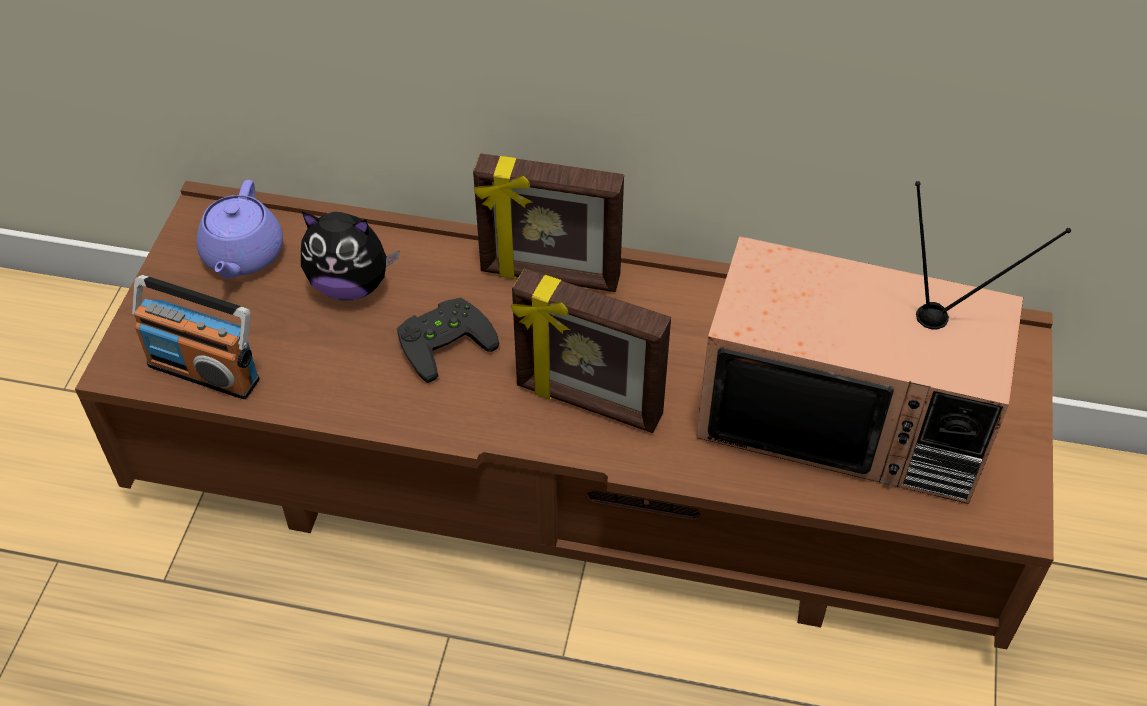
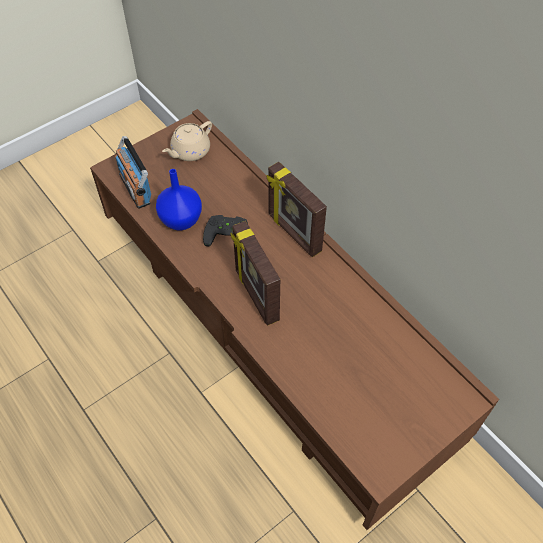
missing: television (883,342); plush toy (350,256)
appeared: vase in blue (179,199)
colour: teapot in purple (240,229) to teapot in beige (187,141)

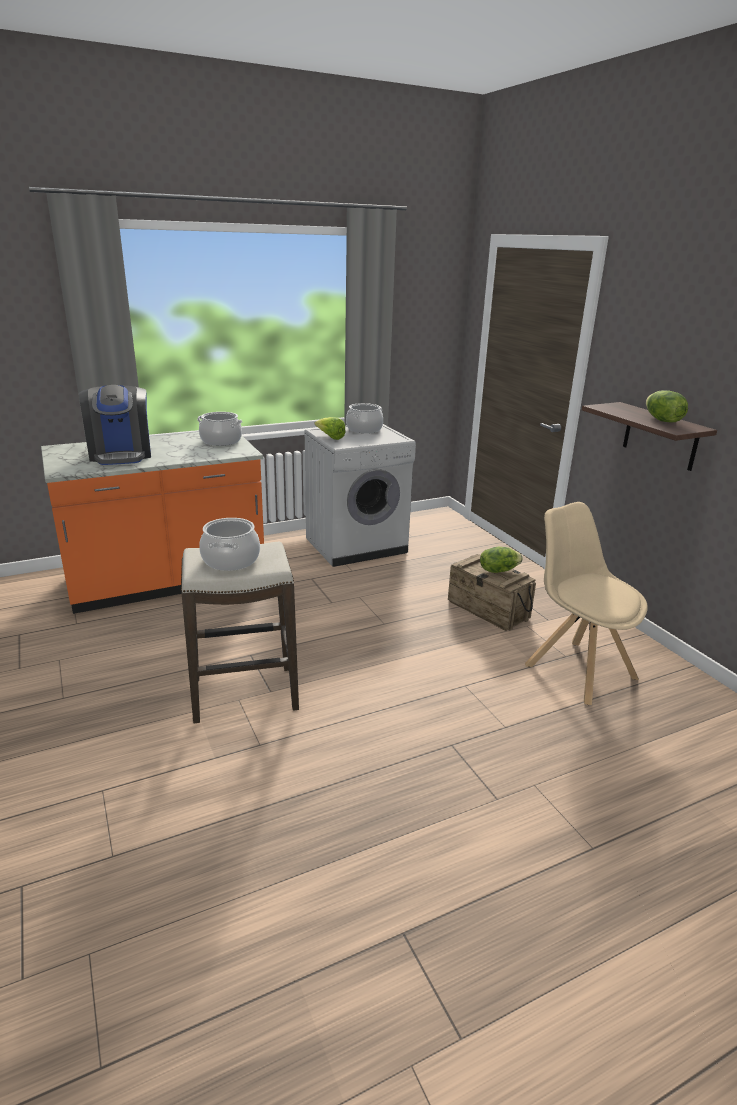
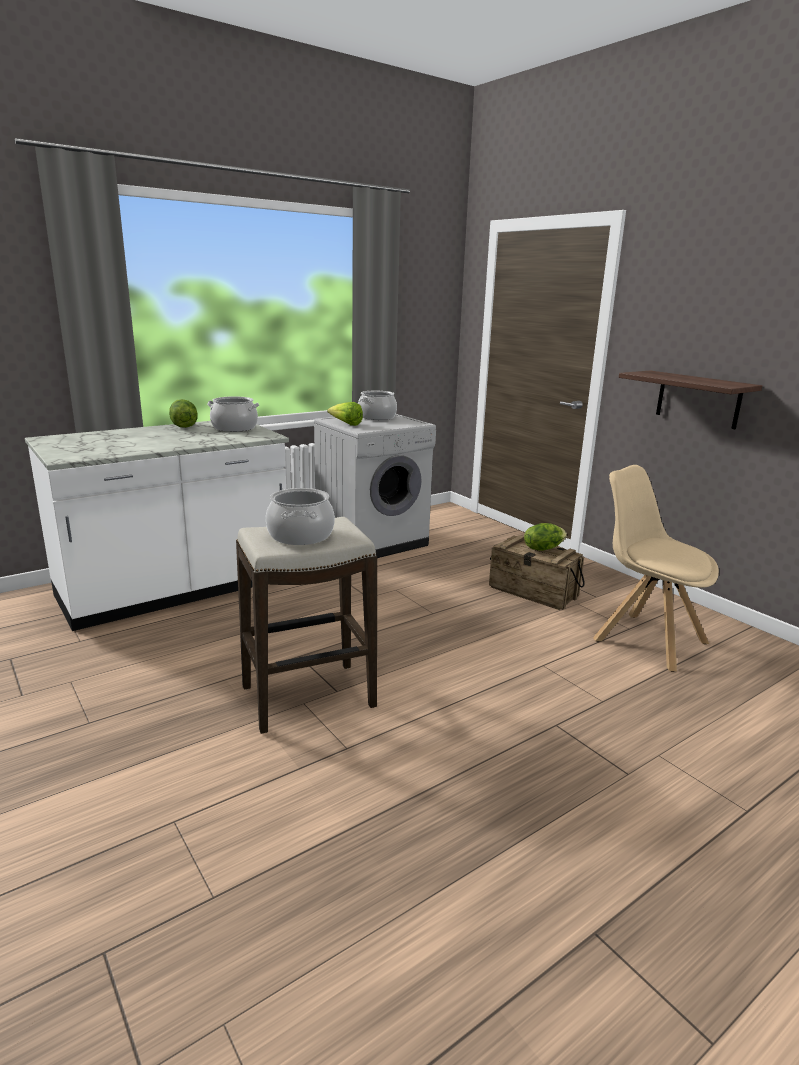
missing: coffee machine (115,425)
relocated: lettuce (667,406) to (183,413)
colour: counter in orange (152,523) to counter in white (157,526)

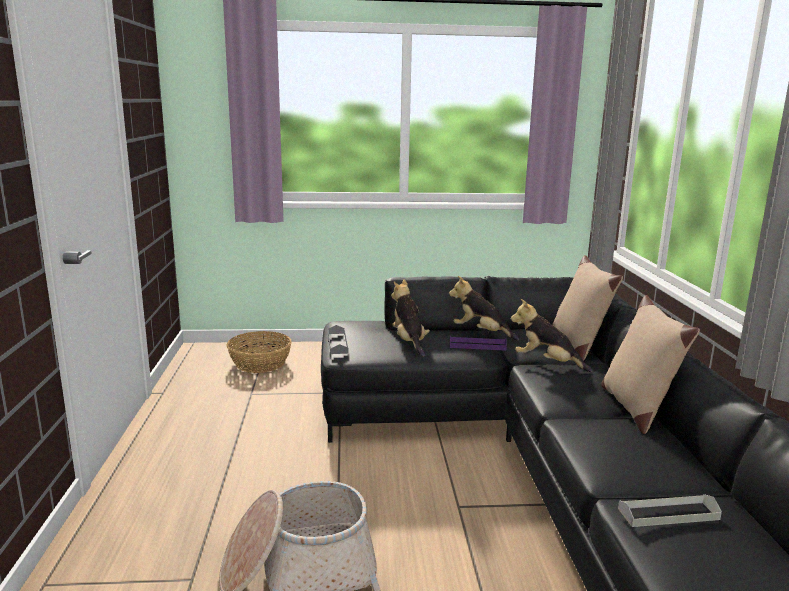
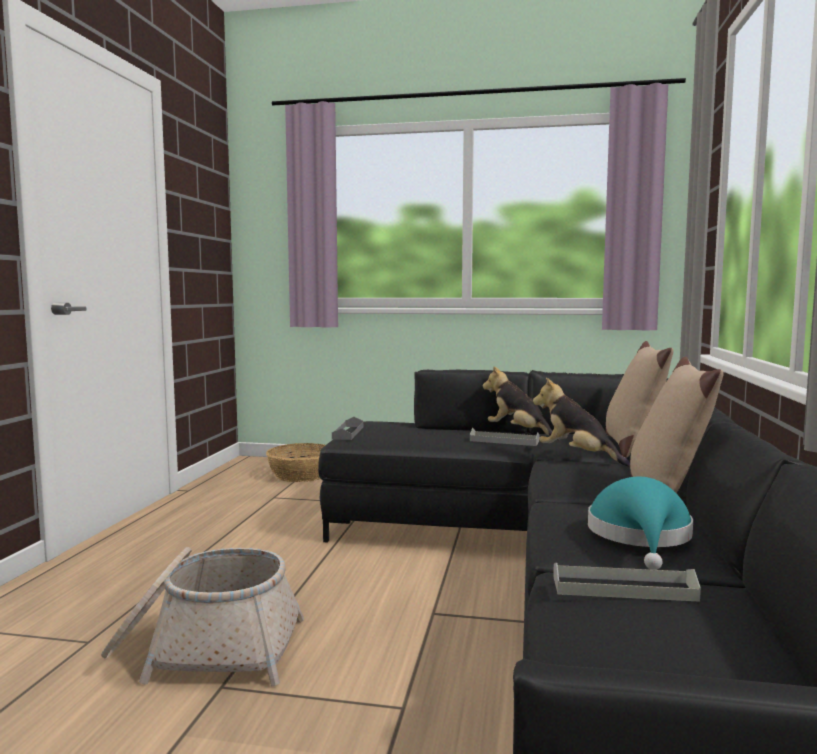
missing: plush toy (410,318)
appeared: hat in turquoise (640,523)
colour: tray in purple (478,343) to tray in grey (504,437)

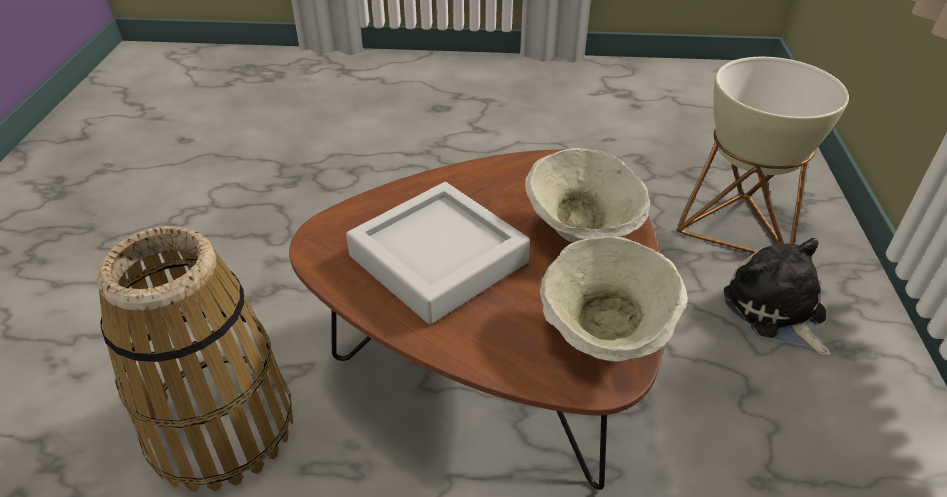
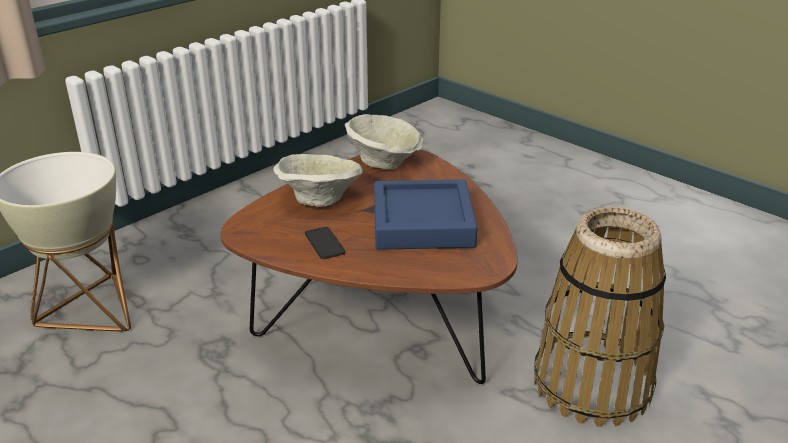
missing: plush toy (777,297)
appeared: phone (325,243)
colour: tray in grey (438,253) to tray in blue (425,214)

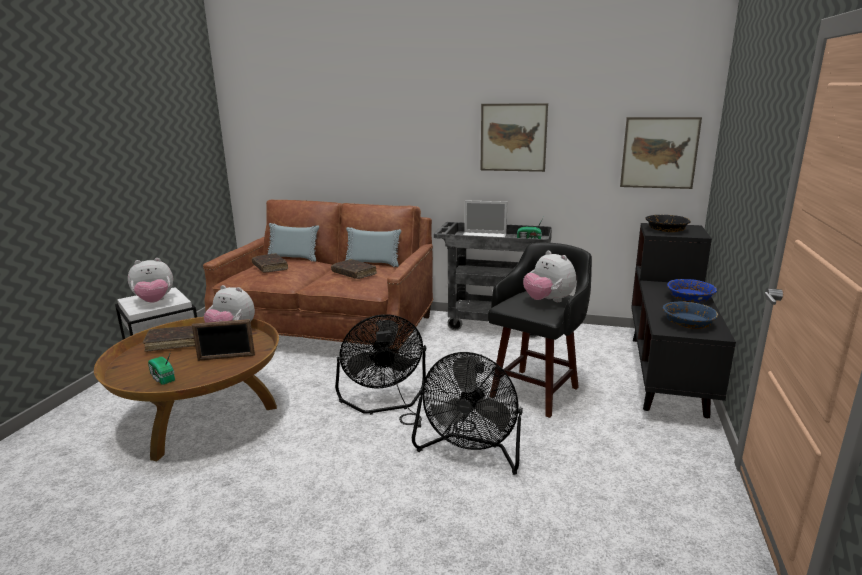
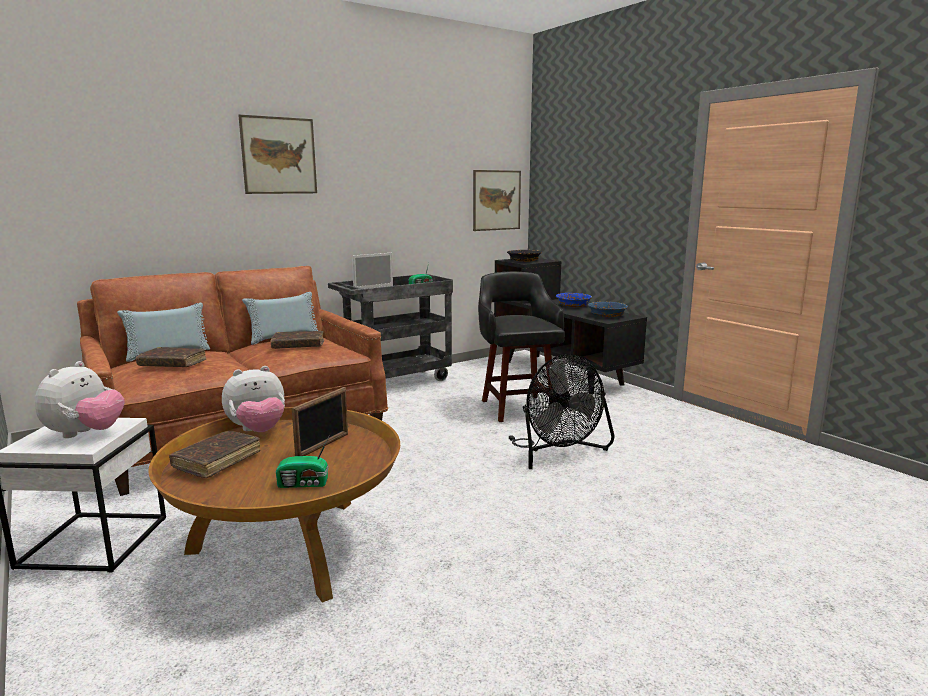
missing: plush toy (549,276); fan in black (380,371)
relocated: picture (514,137) to (277,154)

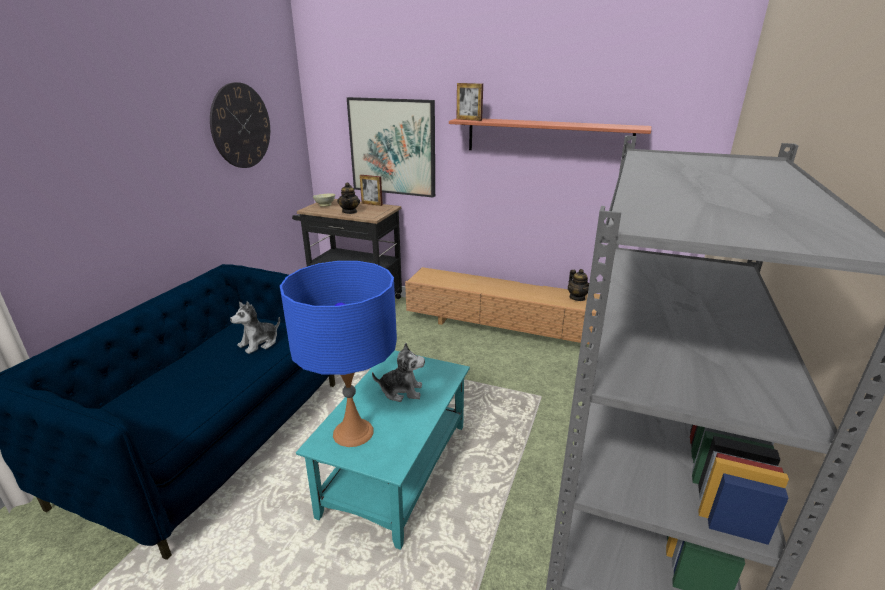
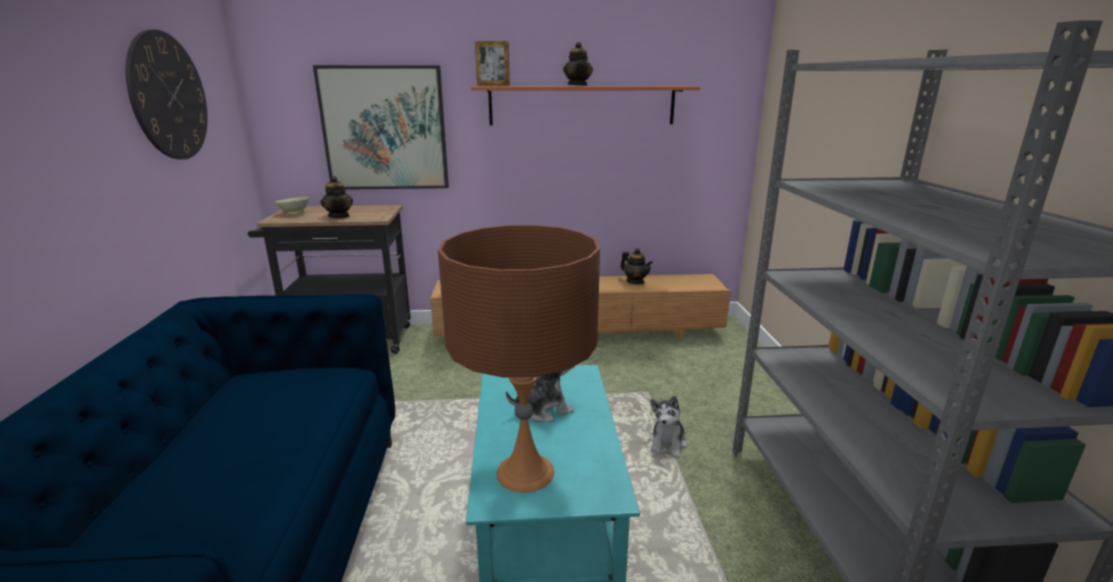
missing: picture frame (371,190)
appeared: teapot (578,64)
relocated: plush toy (255,328) to (668,427)
colour: table lamp in blue (338,354) to table lamp in brown (519,359)

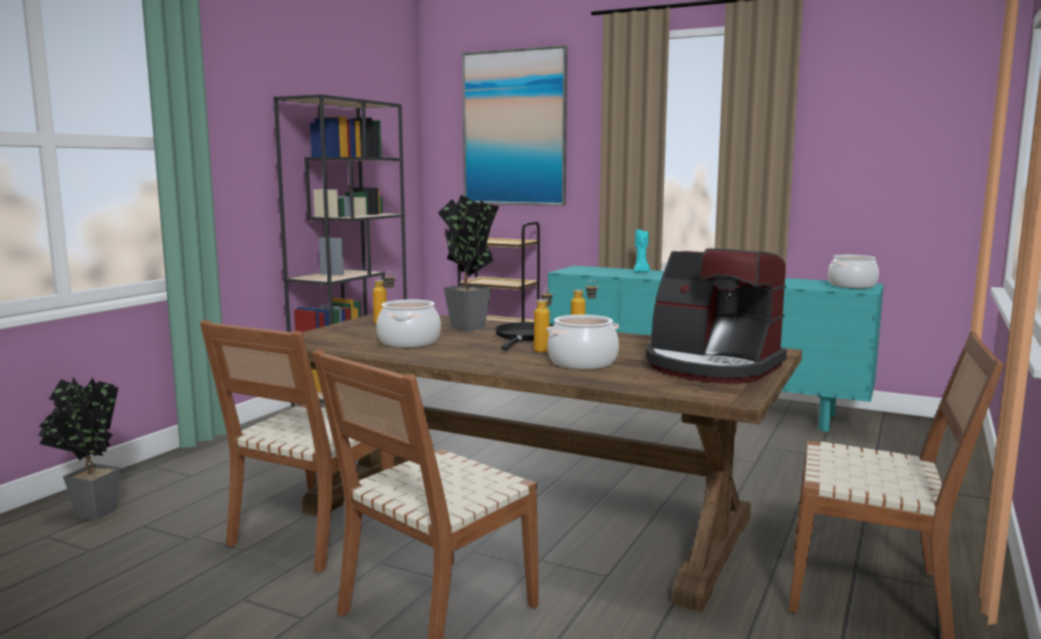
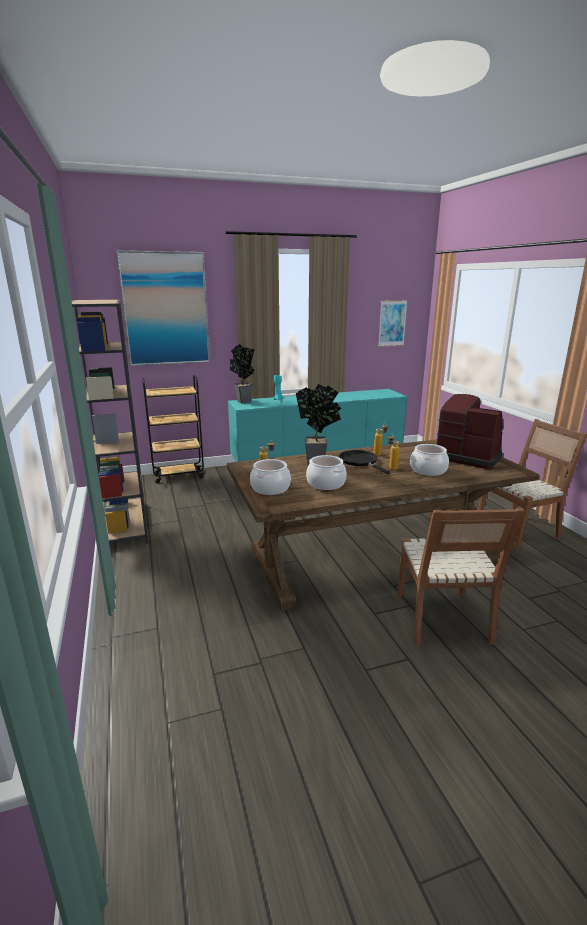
missing: chair (297,446)
appeared: picture (392,323)
relocated: cooking pot (853,271) to (270,477); potted plant (79,448) to (242,373)
spun: coffee machine (716,316) = (470,431) 135 degrees counterclockwise

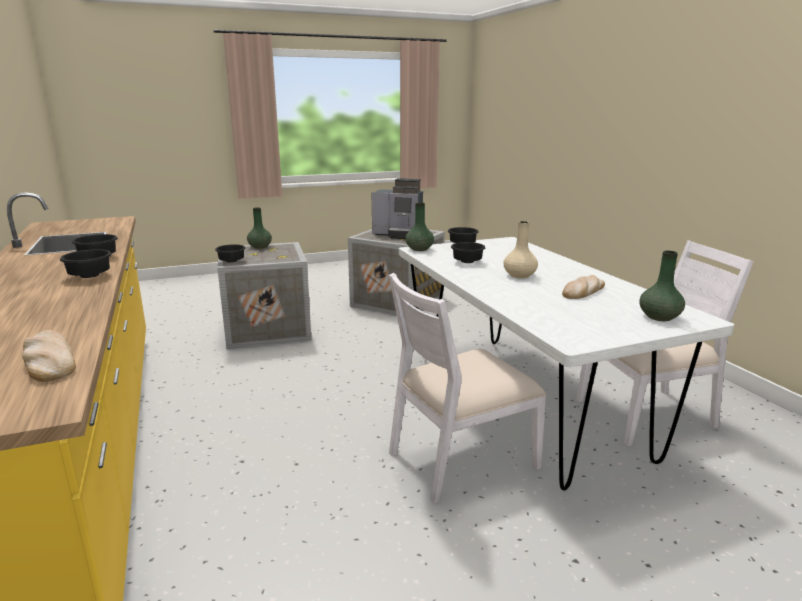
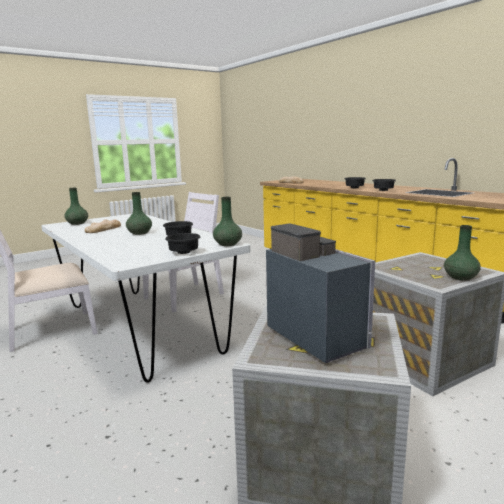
missing: bowl in black (230,253)
colour: vase in beige (520,250) to vase in green (139,213)
spun: coffee machine (397,208) = (320,293) 60 degrees clockwise

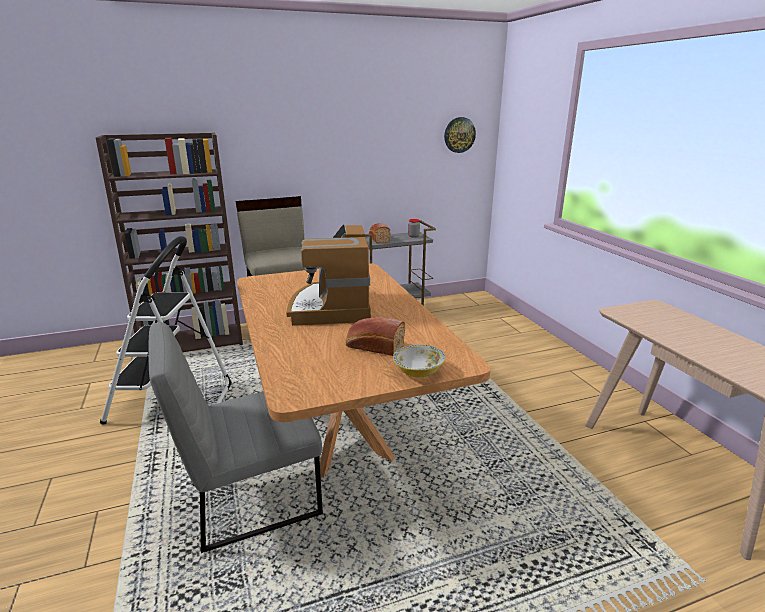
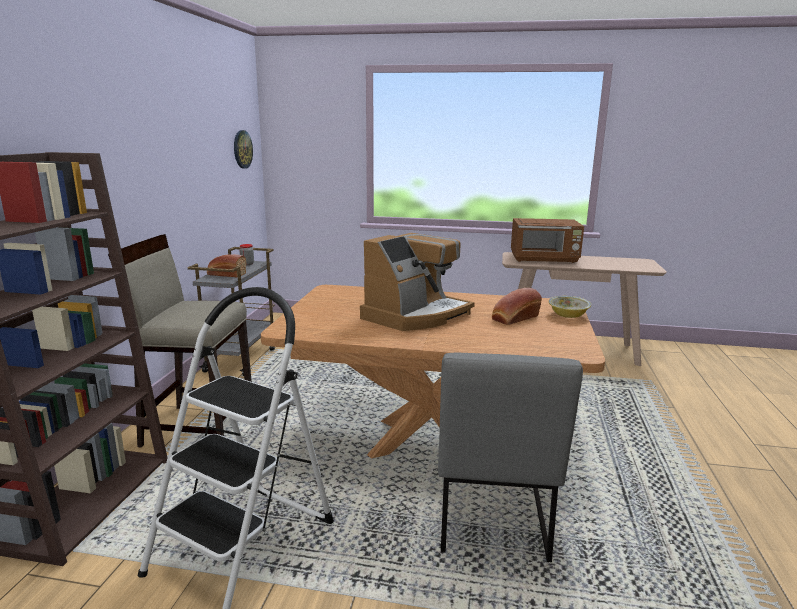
appeared: microwave in brown (547,240)
spun: coffee machine (328,275) = (417,282) 75 degrees counterclockwise

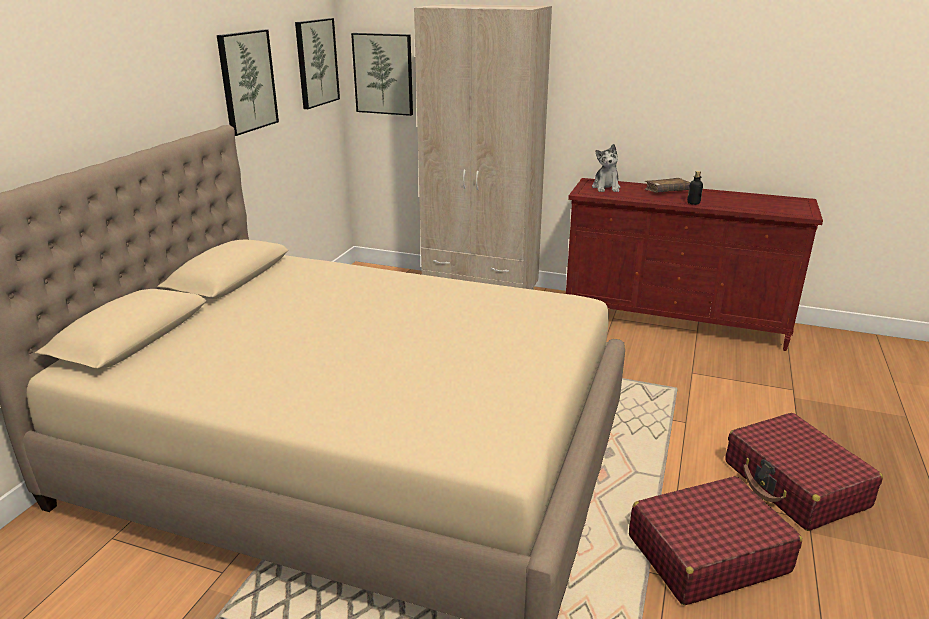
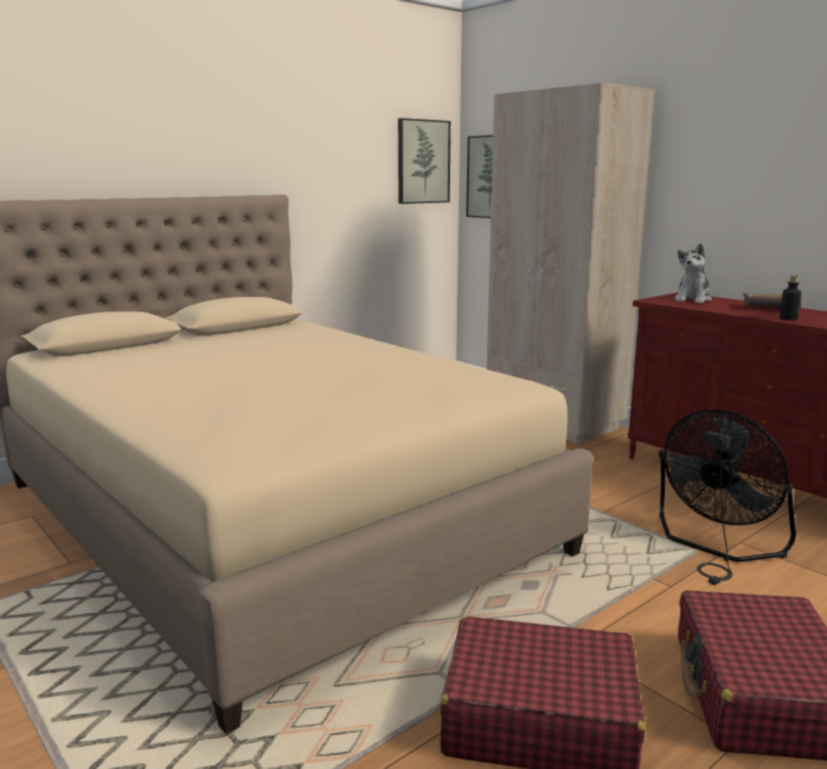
missing: picture (248,82)
appeared: fan in black (727,497)

